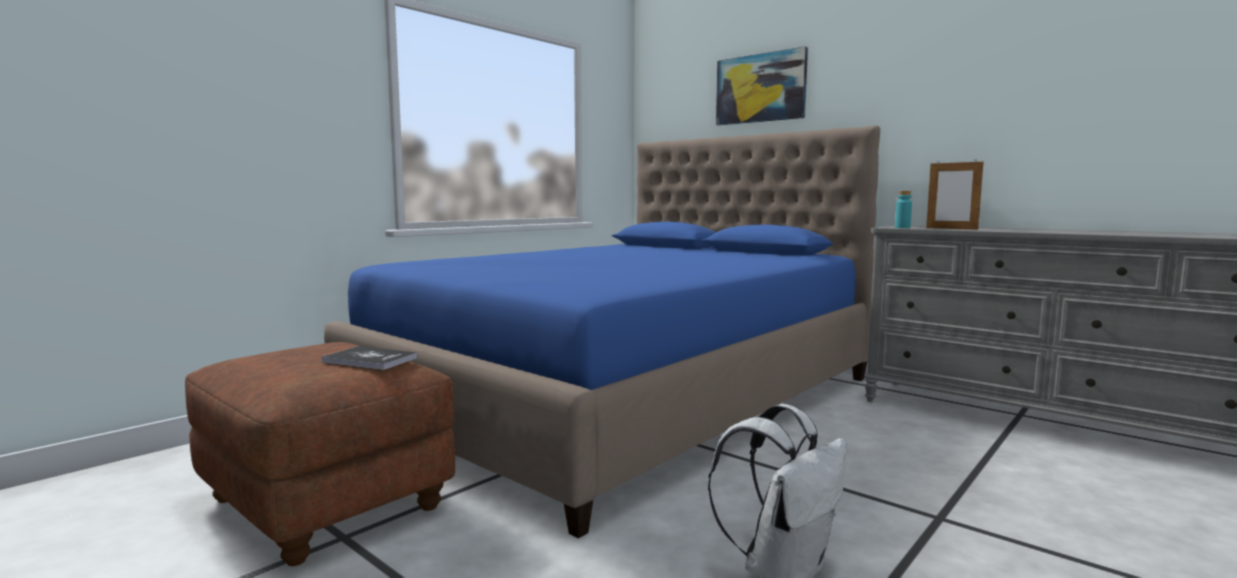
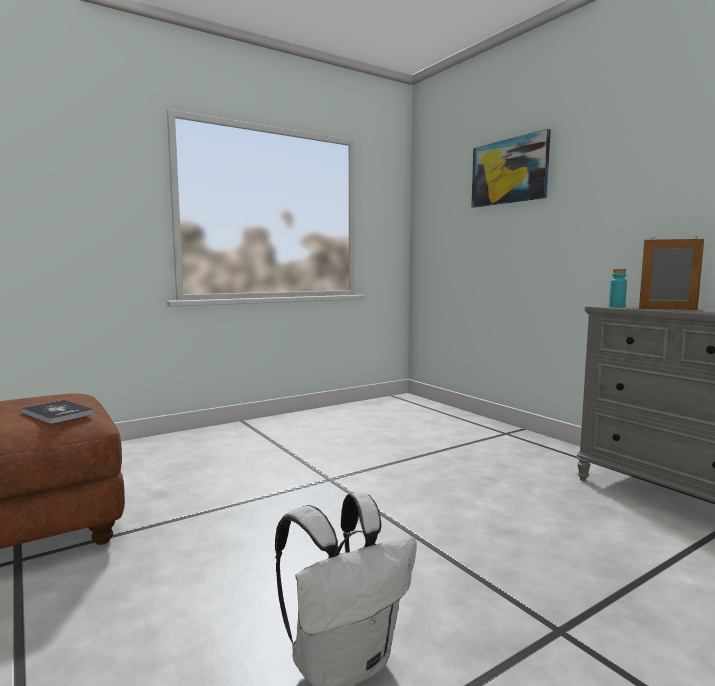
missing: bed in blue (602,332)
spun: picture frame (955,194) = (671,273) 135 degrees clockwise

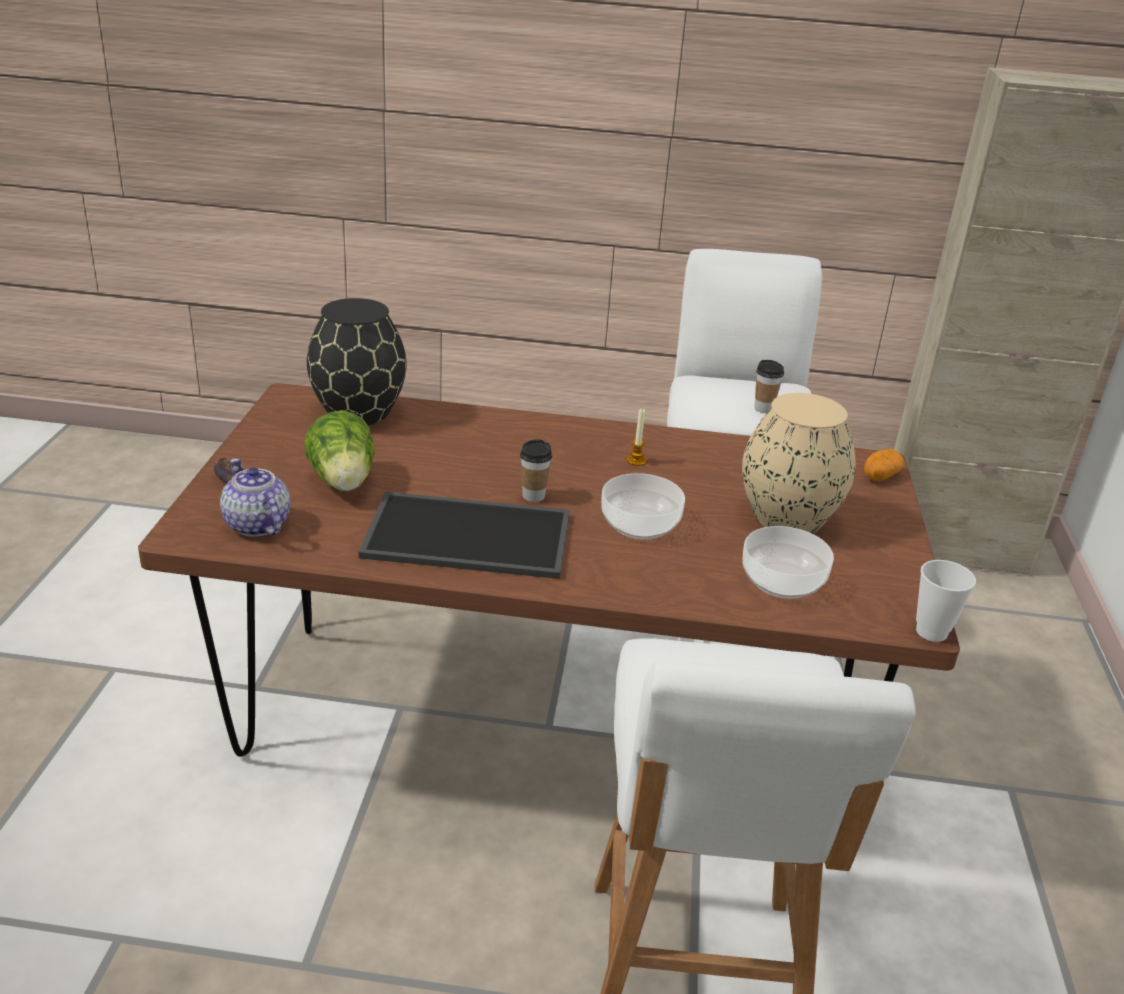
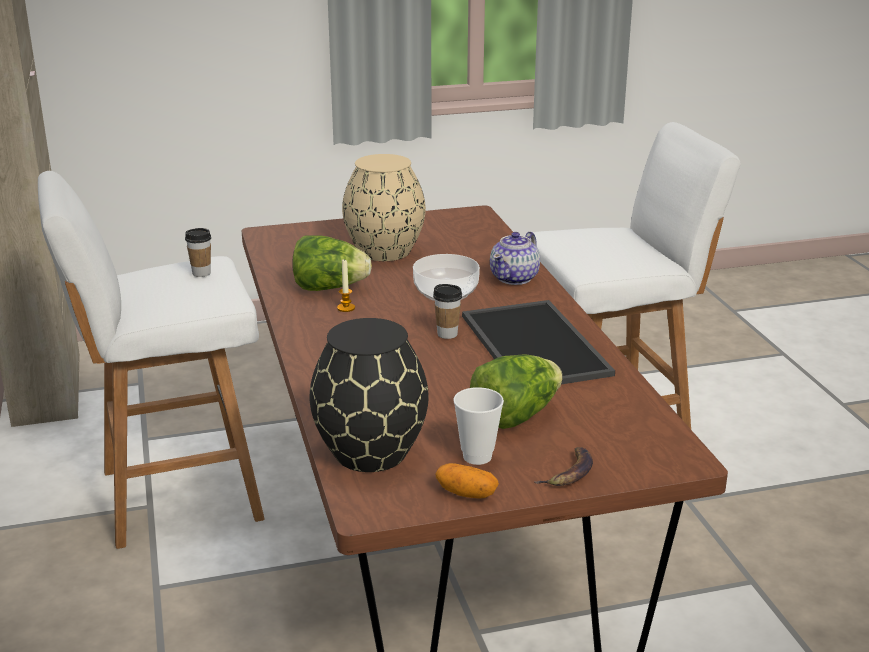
missing: bowl (788,562)
appeared: lettuce (332,263)
relocated: potato (884,465) to (467,480); teapot (255,497) to (515,258); cup (946,601) to (478,426)

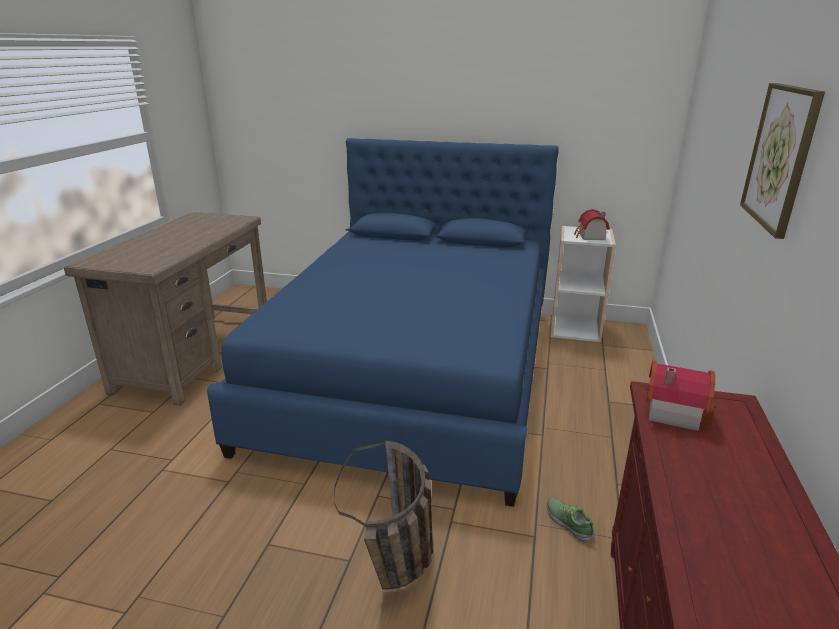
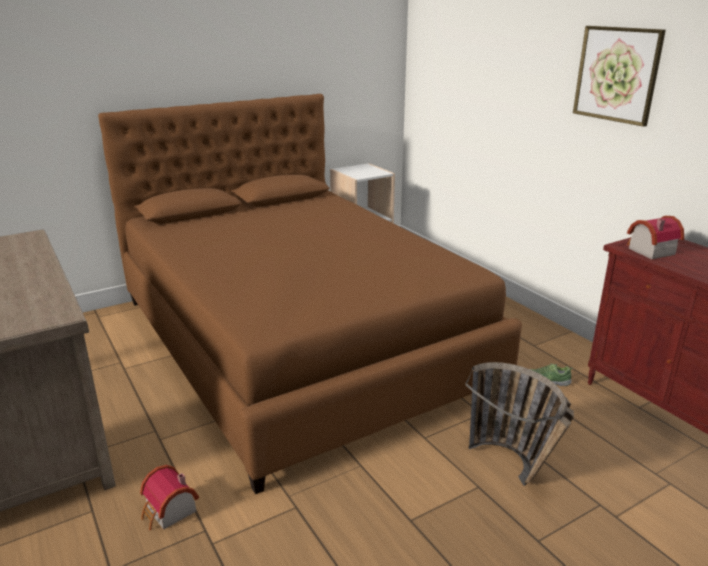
relocated: toy house (592,224) to (169,497)
colour: bed in blue (383,322) to bed in brown (310,294)

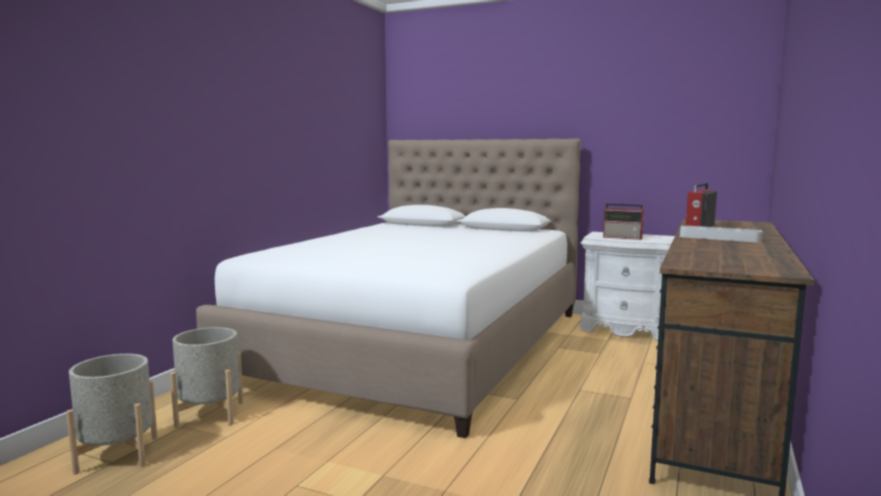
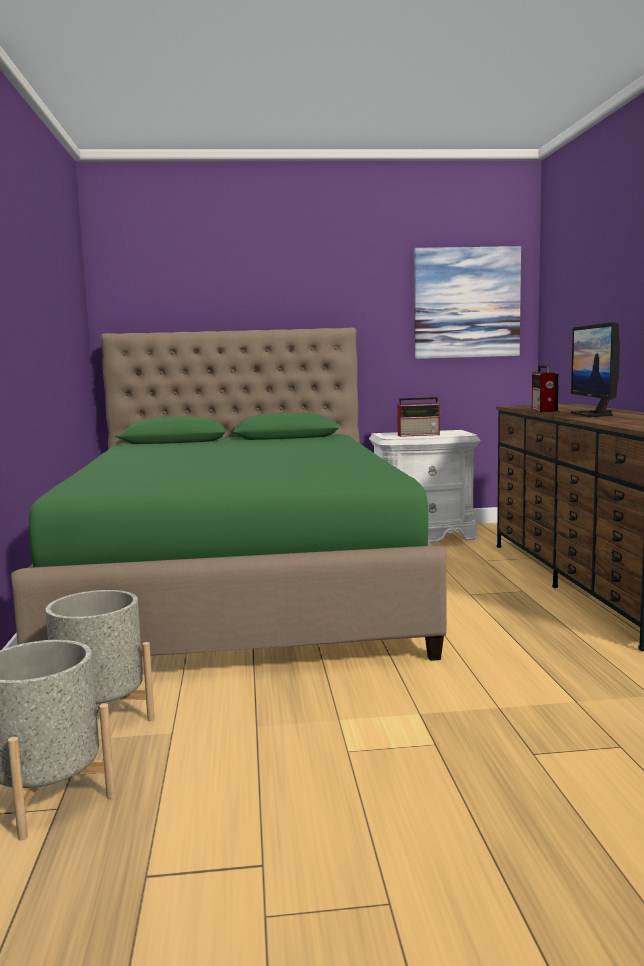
appeared: picture (467,302)
exchanged: tray in grey (721,234) to monitor (595,369)
colour: bed in white (388,288) to bed in green (229,494)

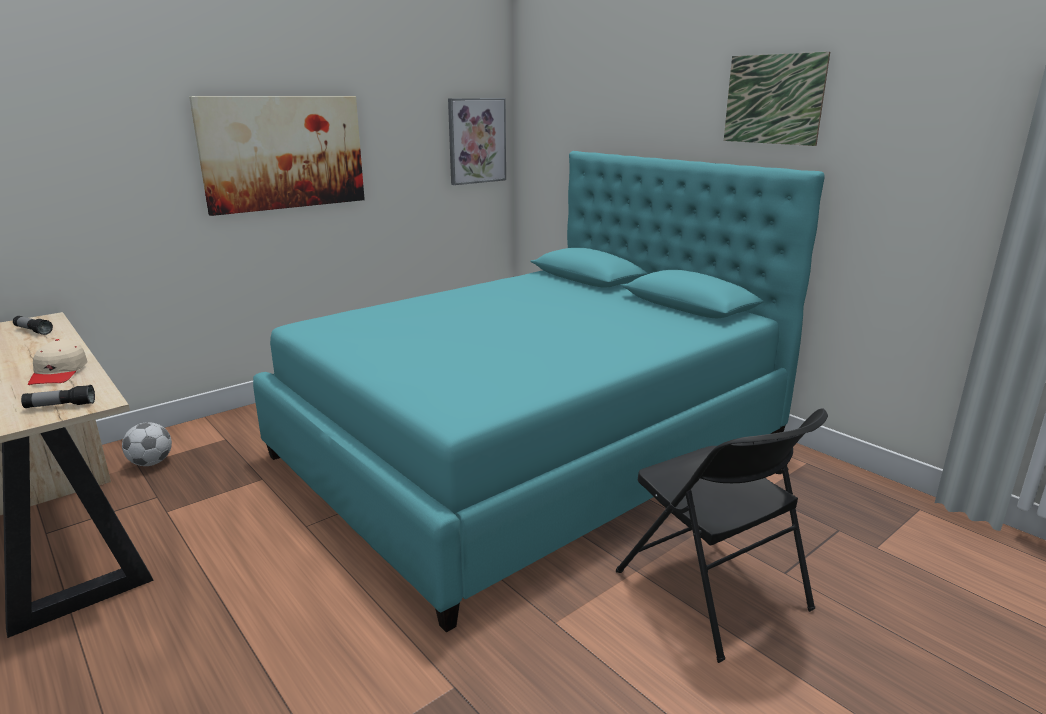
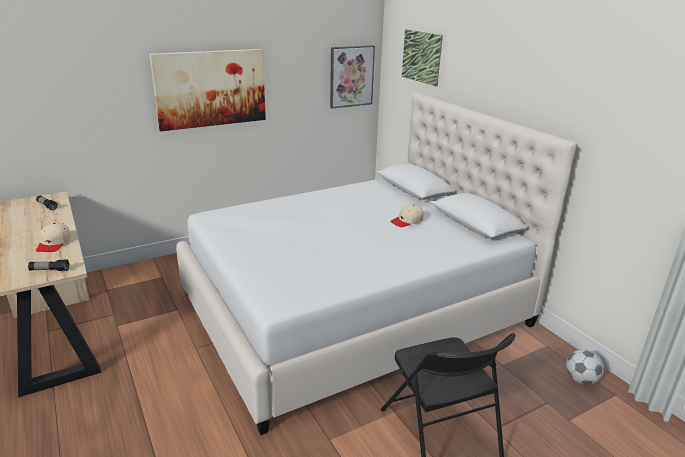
appeared: cap in beige (407,216)
relocated: picture (777,99) to (422,58); football (147,444) to (585,367)
colour: bed in turquoise (539,392) to bed in white (376,263)

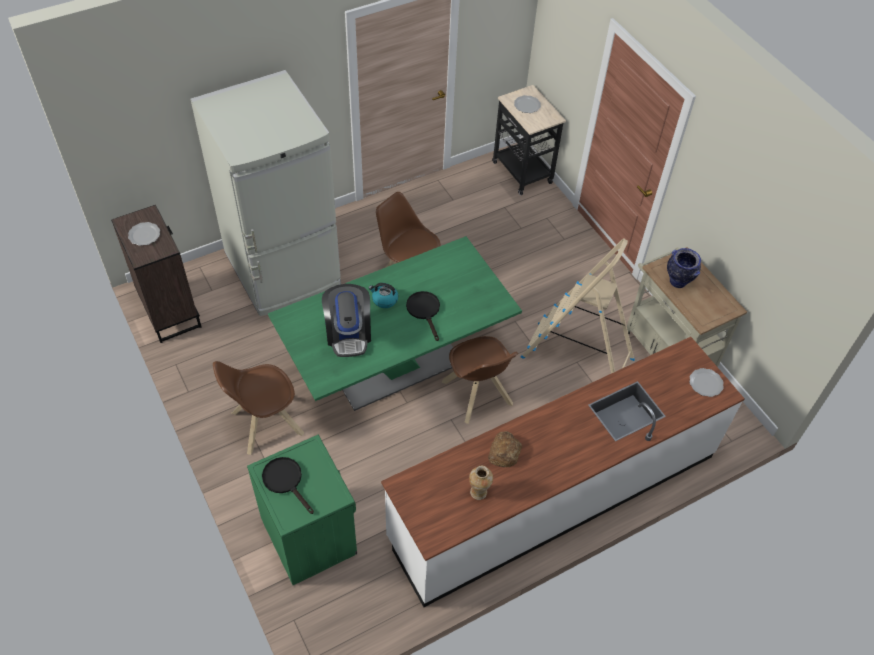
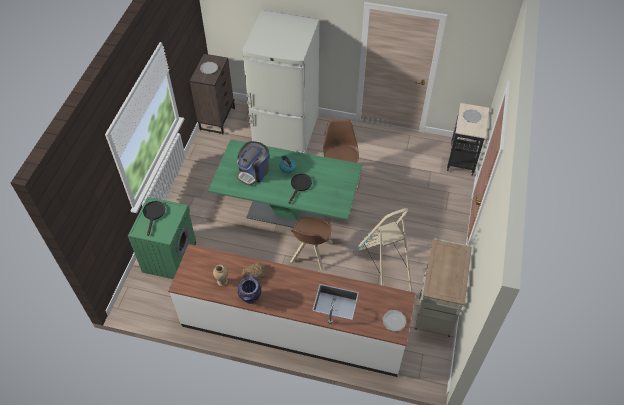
missing: chair in brown (258,408)
relocated: vase (684,268) to (249,290)

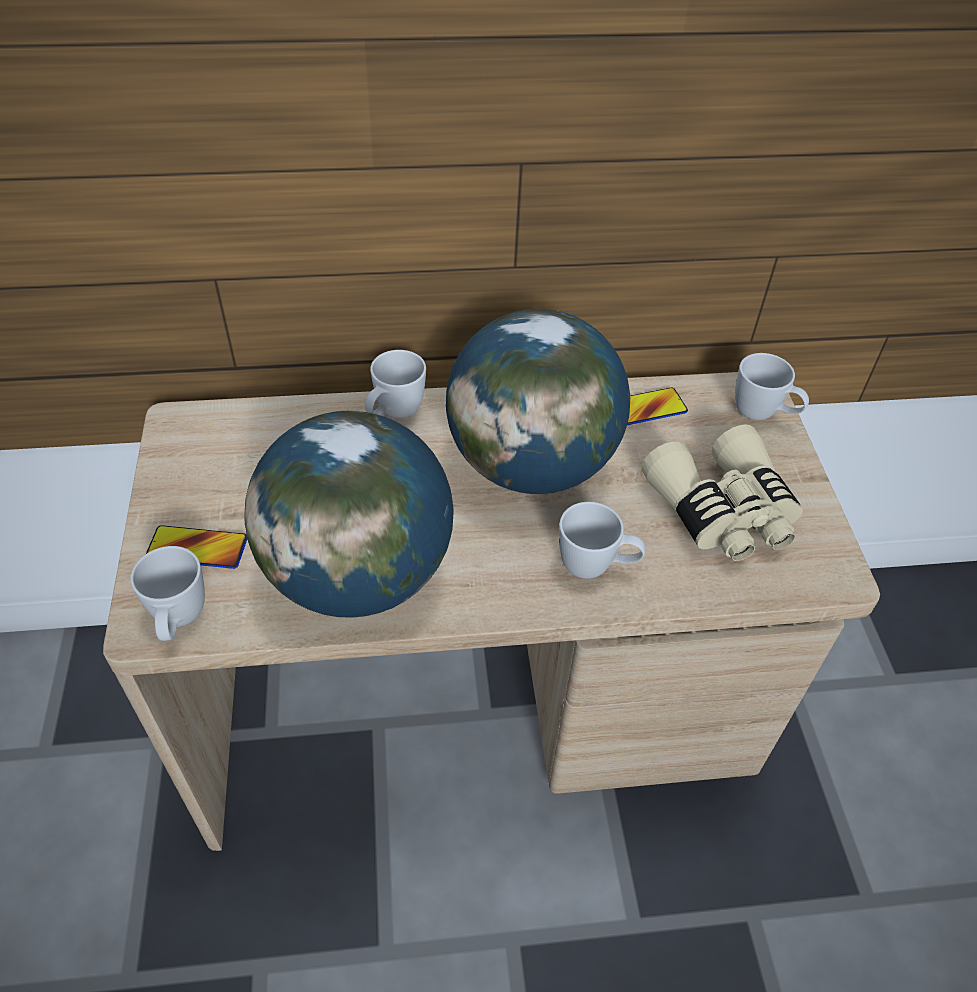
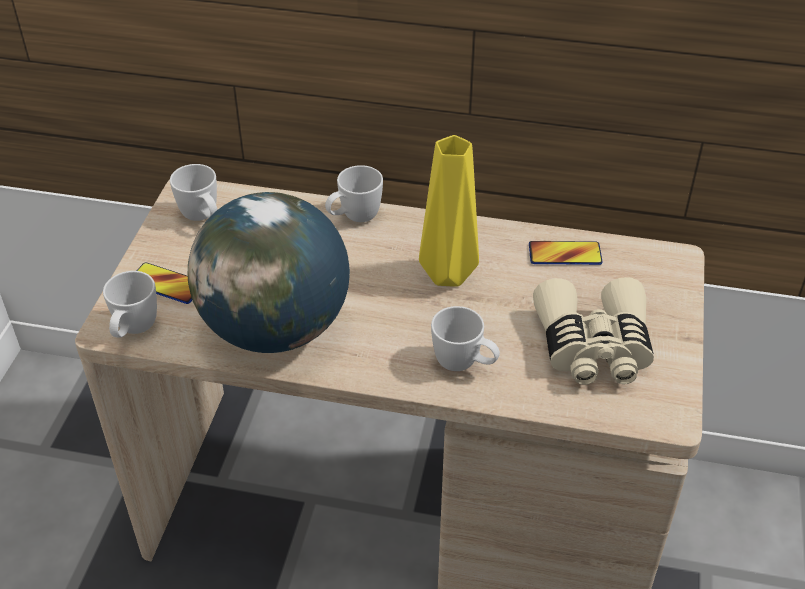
relocated: mug in white (772,386) to (194,192)
exchanged: globe (538,401) to vase in yellow (449,211)

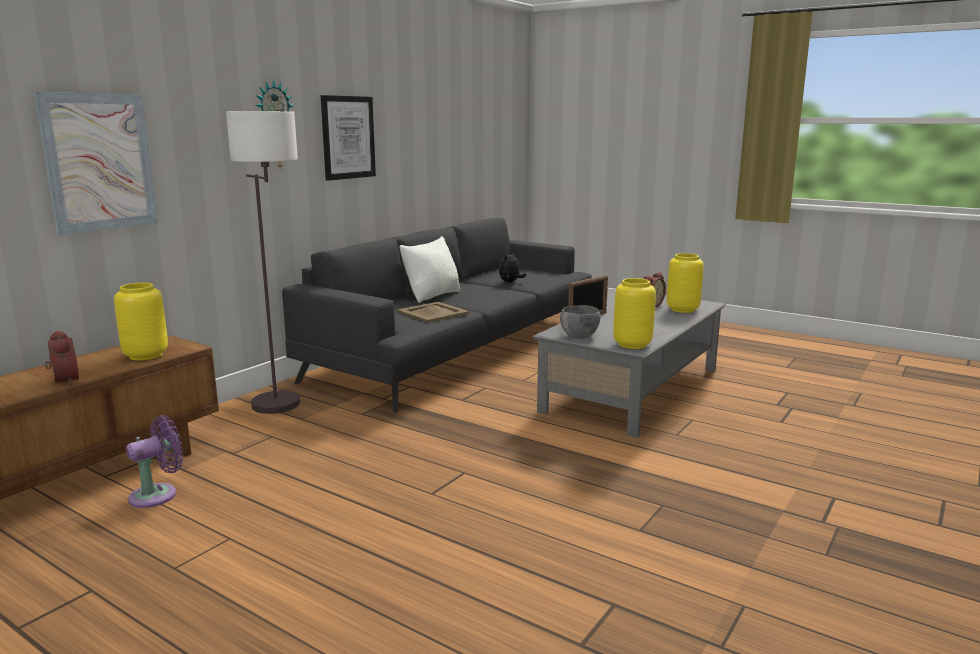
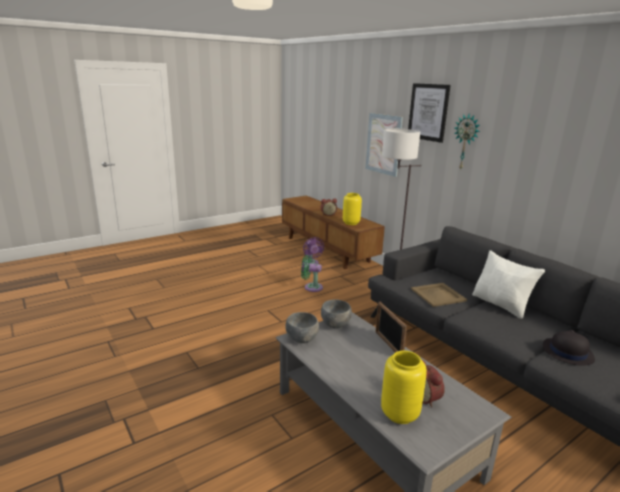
appeared: fan in green (312,273)
relocated: picture (348,138) to (429,113)
exchanged: plush toy (512,266) to hat in black (569,348); vase in yellow (634,313) to bowl in grey (302,327)

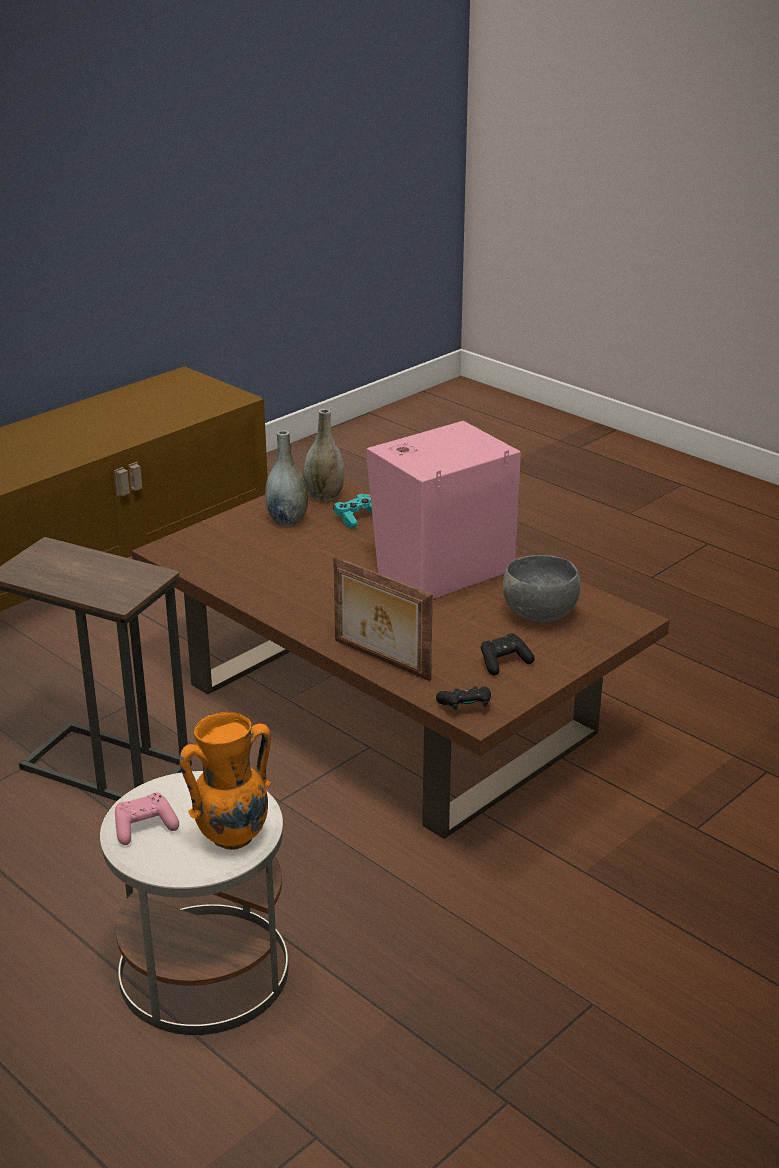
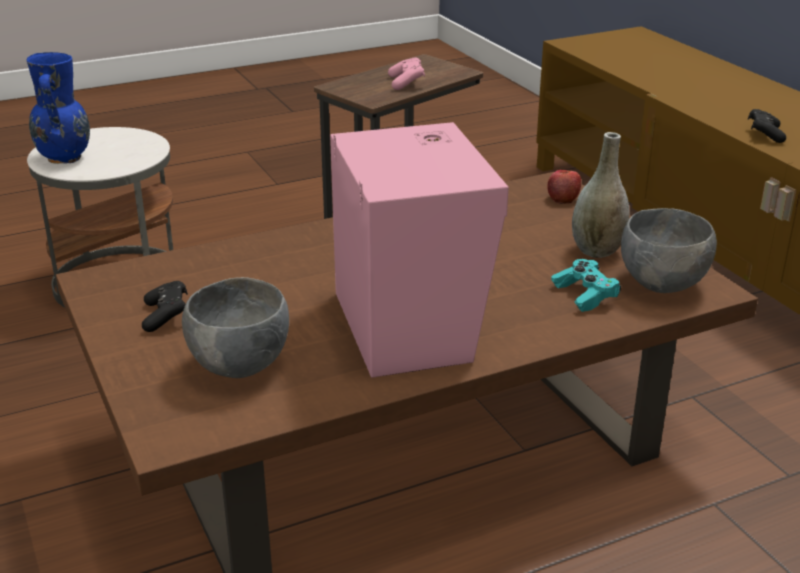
missing: picture frame (383,619)
appeared: apple (564,187)
relocated: game controller in black (463,698) to (767,126); game controller in pink (147,818) to (406,74)
exchanged: vase in grey (324,455) to bowl in grey (669,250)
colour: vase in orange (226,781) to vase in blue (58,108)

